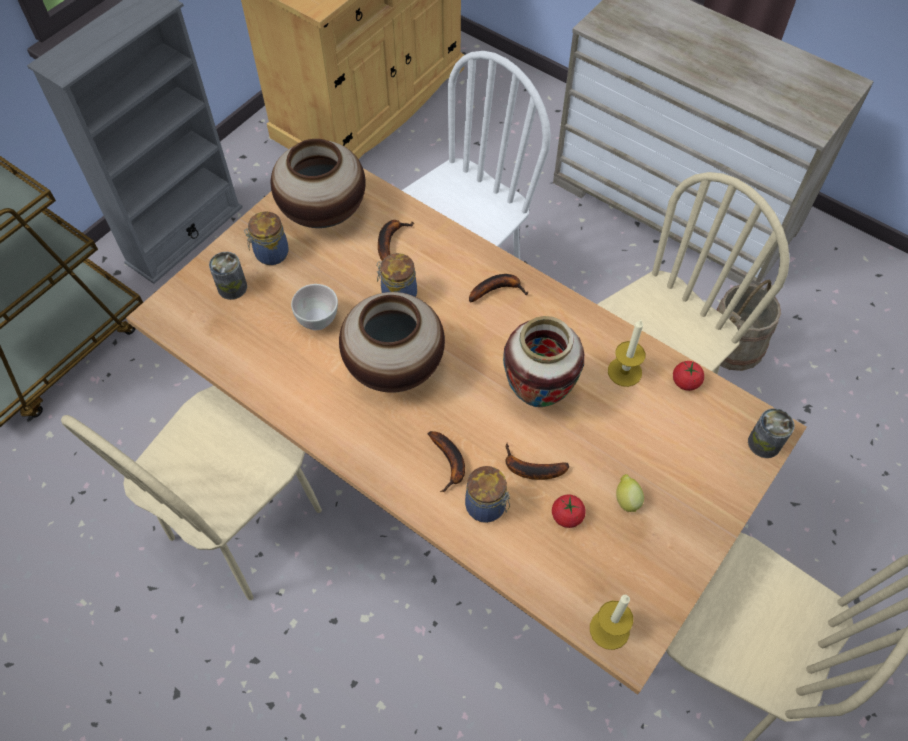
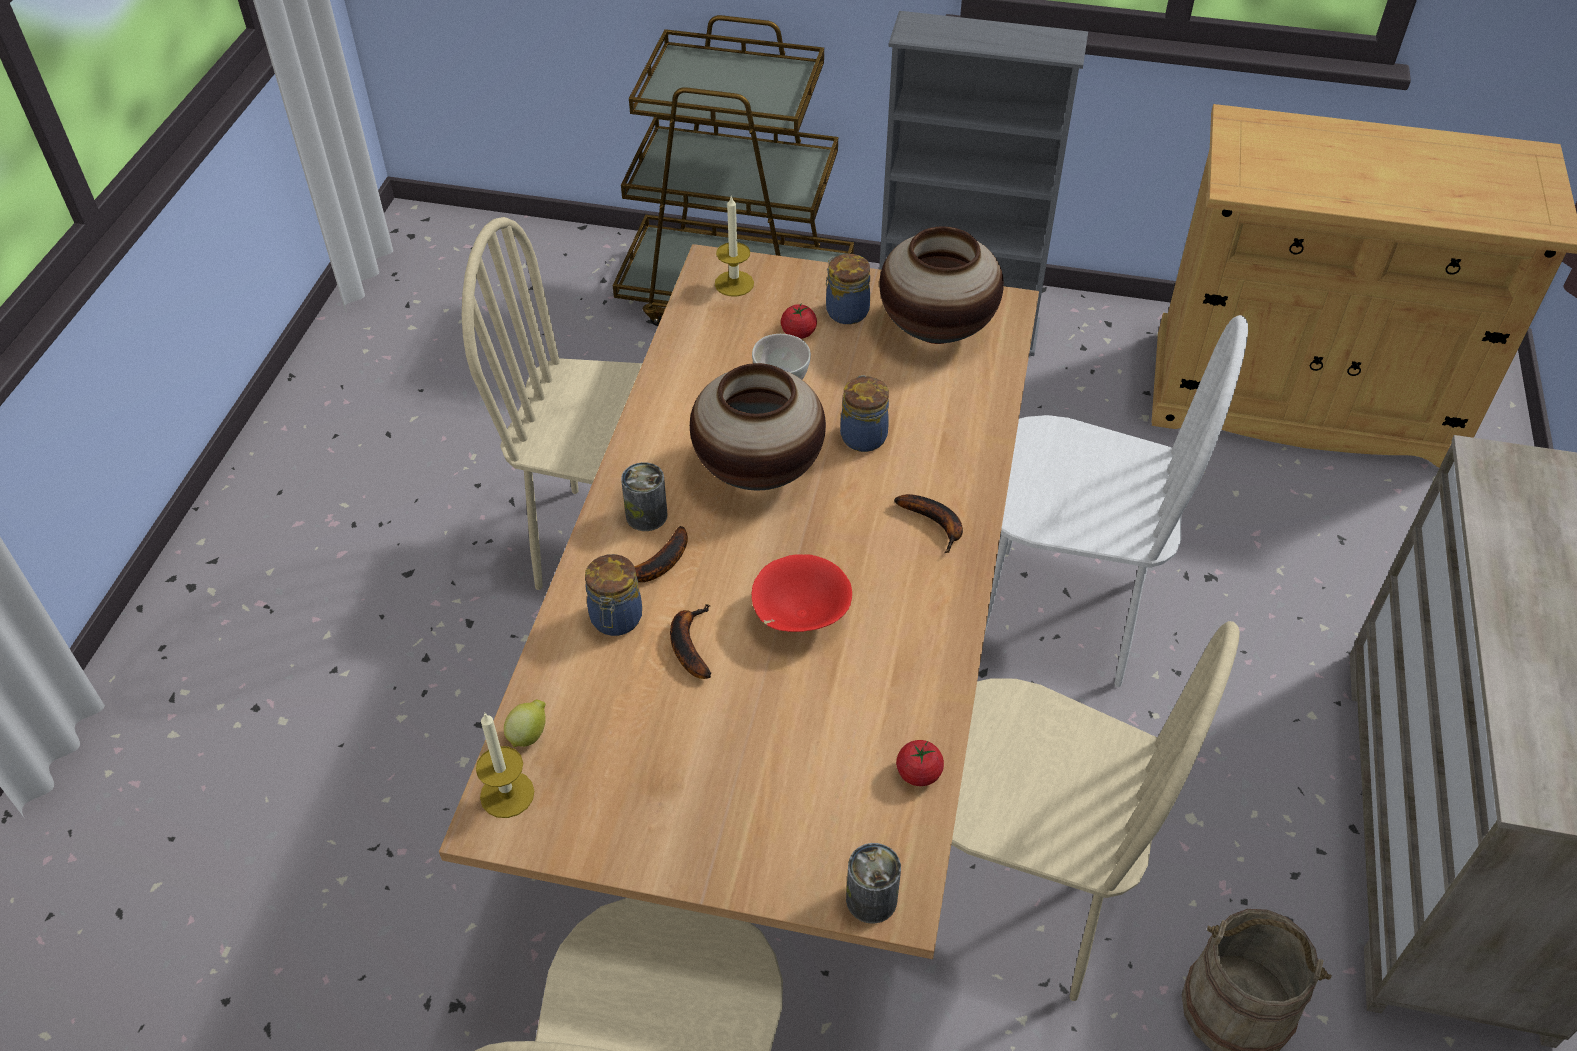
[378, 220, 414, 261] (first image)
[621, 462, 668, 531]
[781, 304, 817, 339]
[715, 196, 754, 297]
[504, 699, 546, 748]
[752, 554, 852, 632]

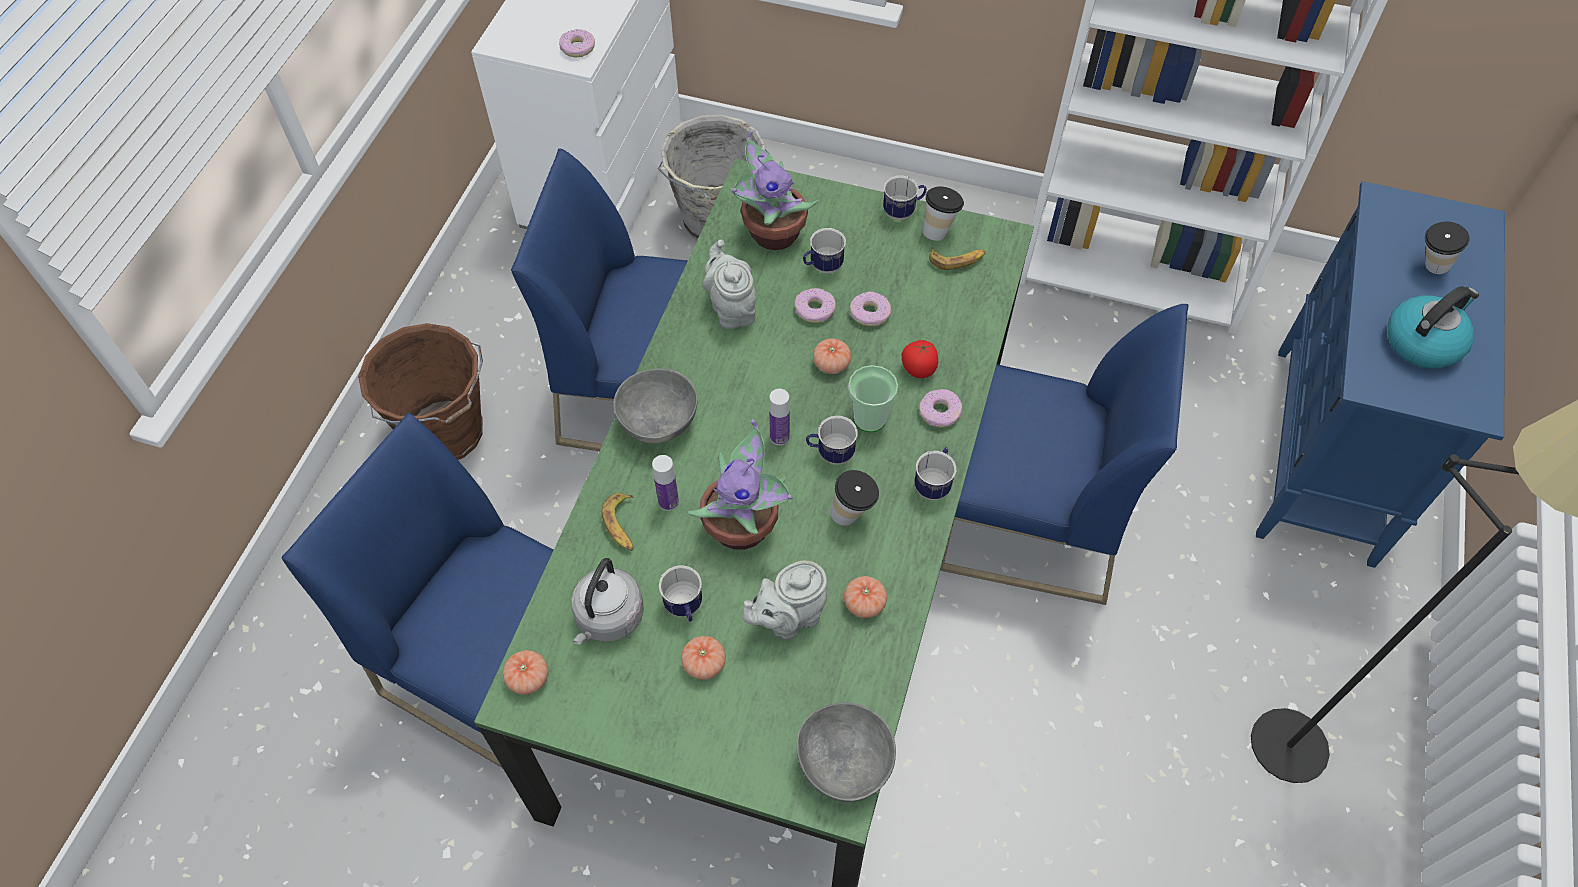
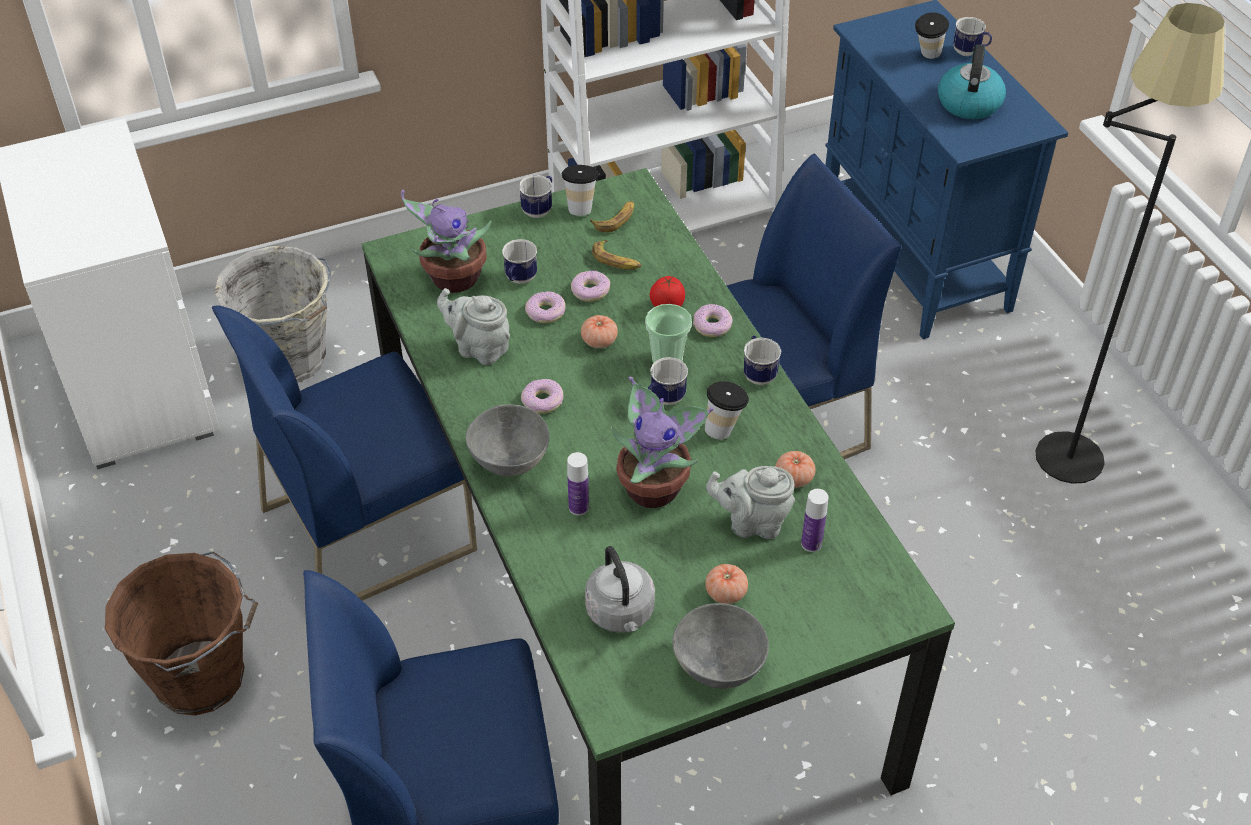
[503, 650, 548, 695] (first image)
[521, 379, 563, 414]
[592, 240, 642, 270]
[953, 17, 992, 56]
[801, 489, 829, 552]
[672, 603, 769, 689]
[706, 466, 795, 539]

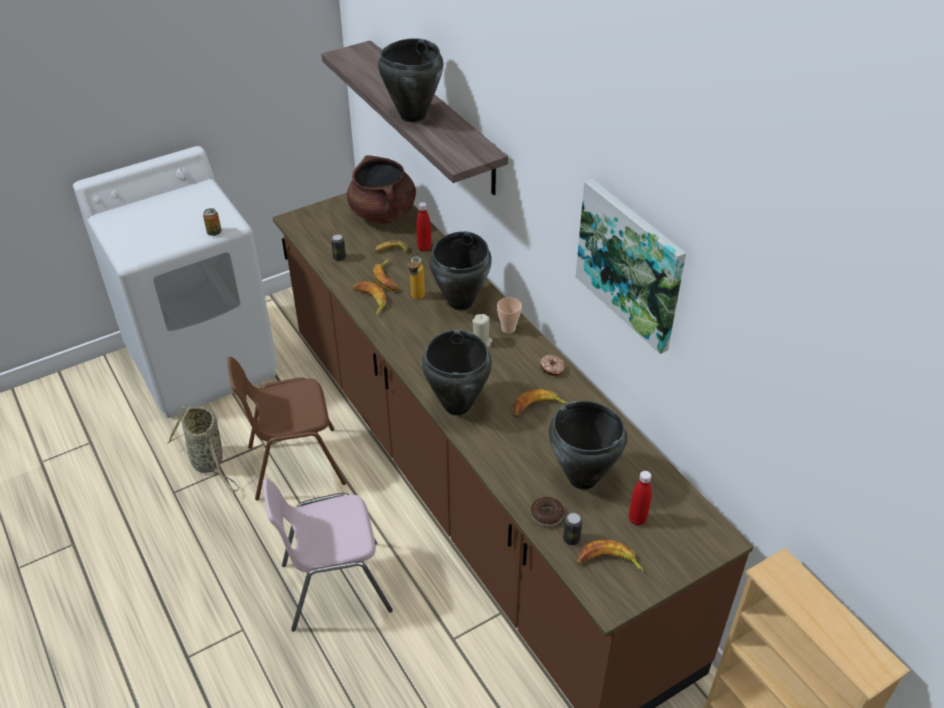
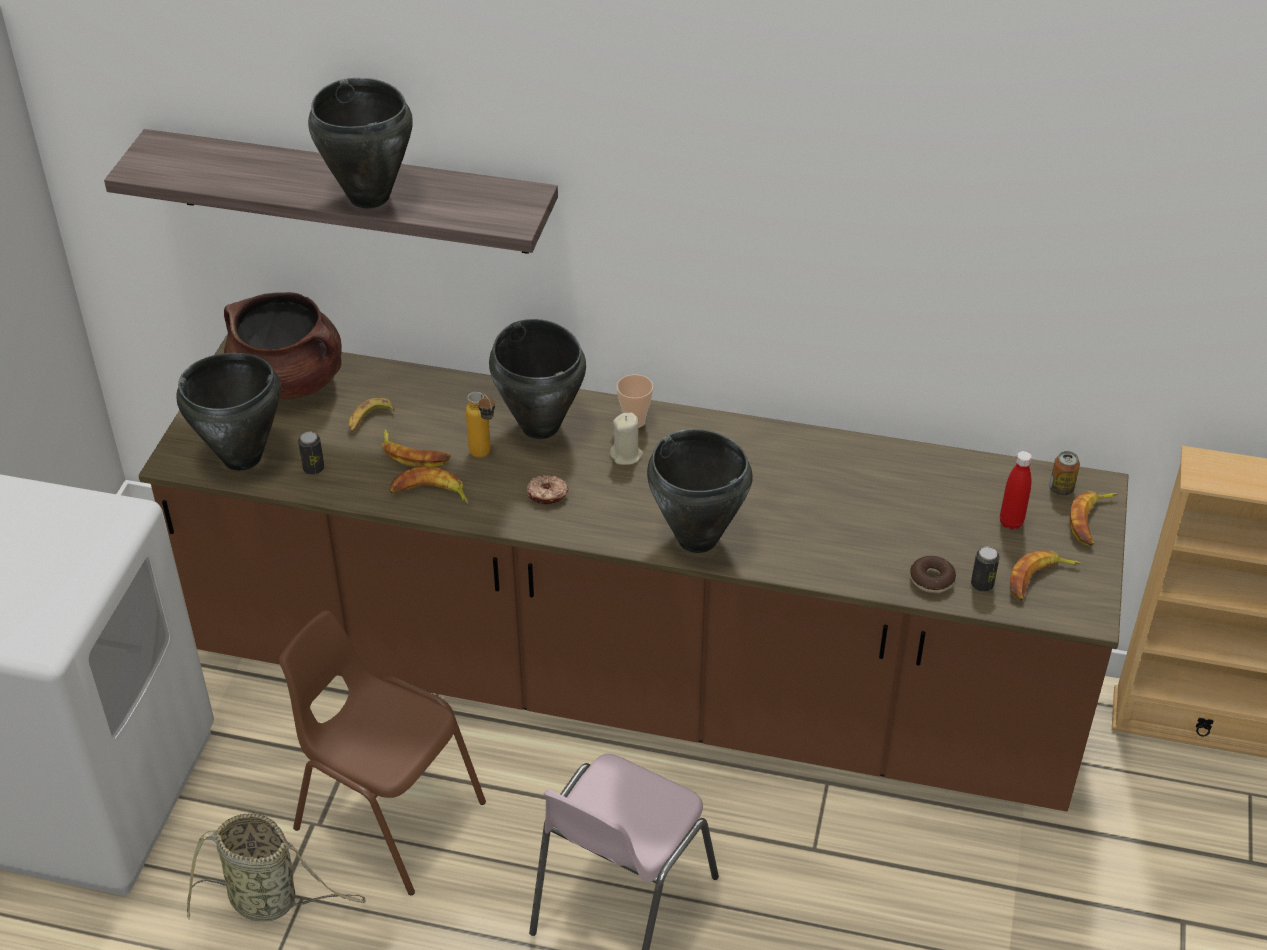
[416, 202, 431, 251] (first image)
[576, 179, 686, 354] (first image)
[1049, 451, 1080, 496]
[1069, 491, 1118, 546]
[527, 475, 568, 504]
[176, 353, 281, 471]
[279, 610, 486, 895]

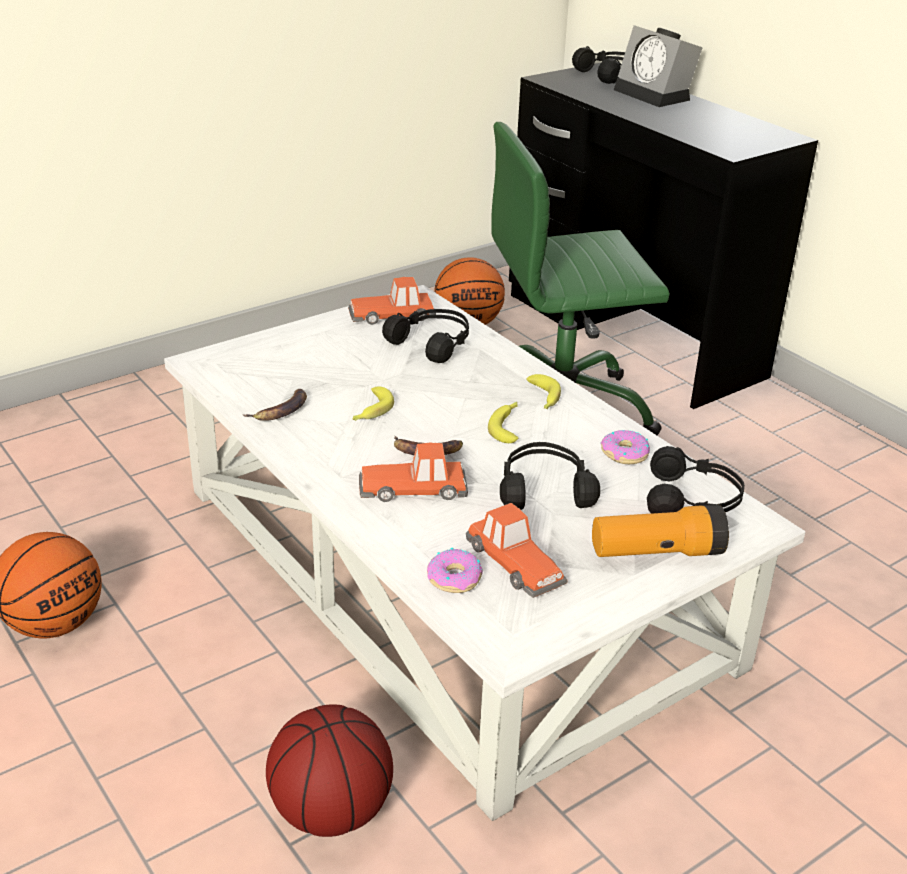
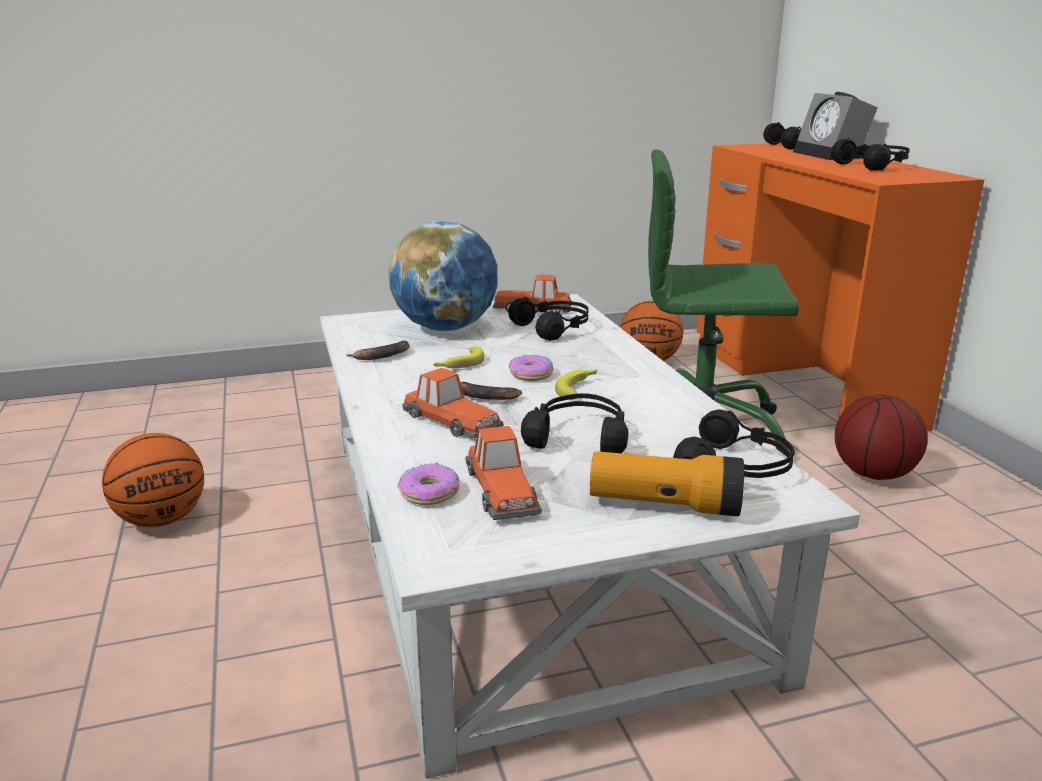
[526, 374, 561, 409] (first image)
[389, 221, 497, 331]
[831, 138, 910, 171]
[835, 394, 928, 480]
[509, 355, 553, 381]
[697, 143, 984, 431]
[402, 368, 504, 439]

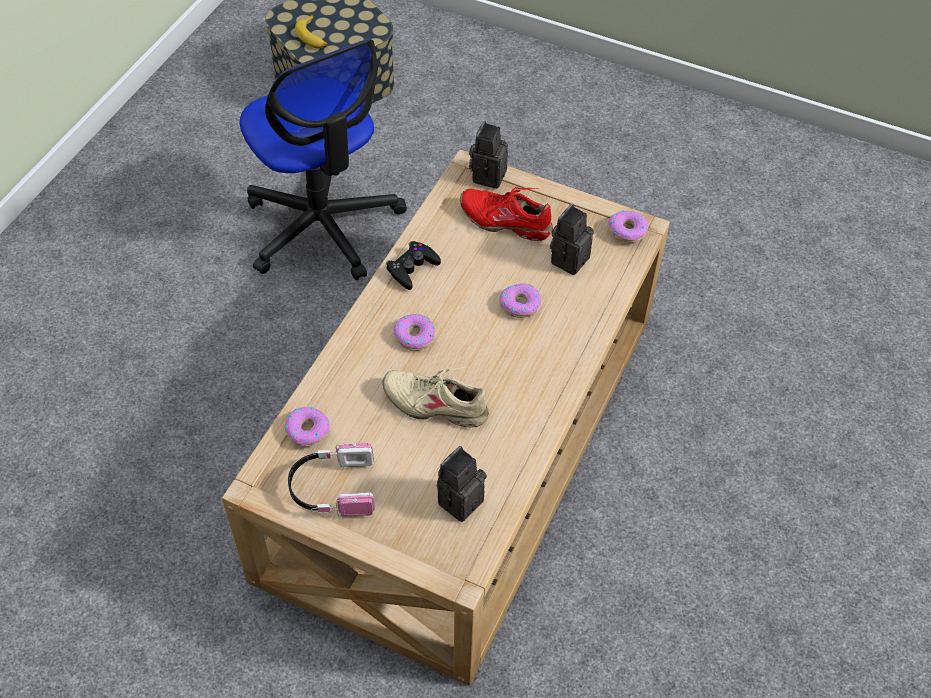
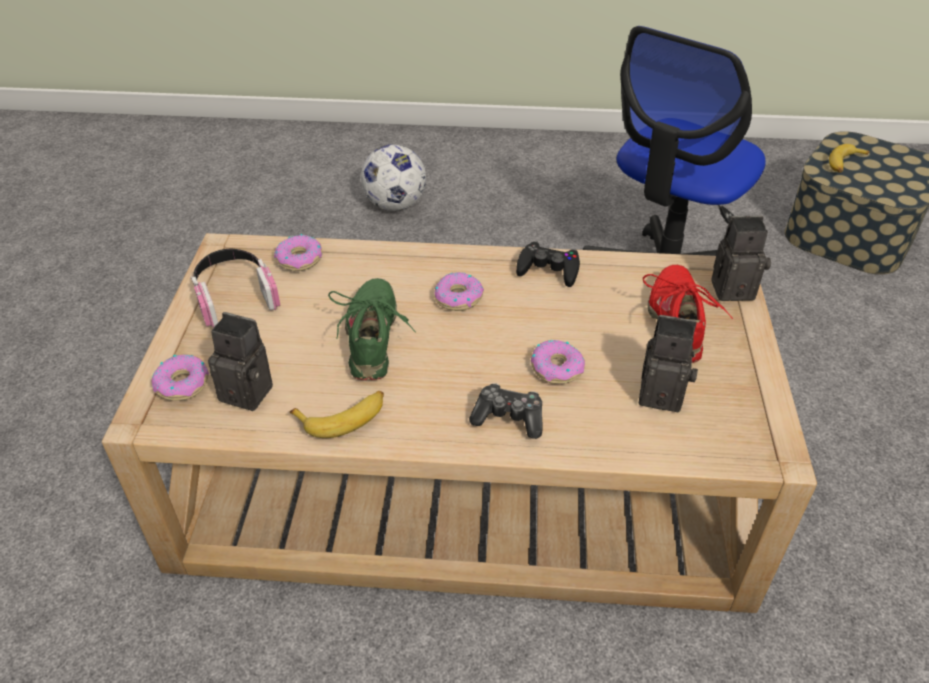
[290, 391, 384, 438]
[361, 144, 426, 211]
[469, 383, 542, 439]
[151, 354, 209, 401]
[328, 278, 415, 380]

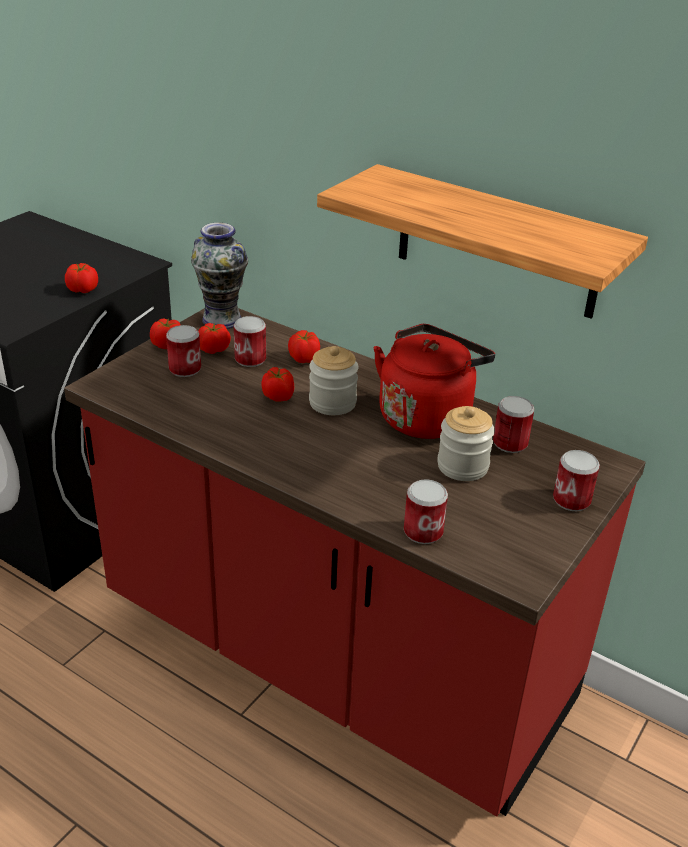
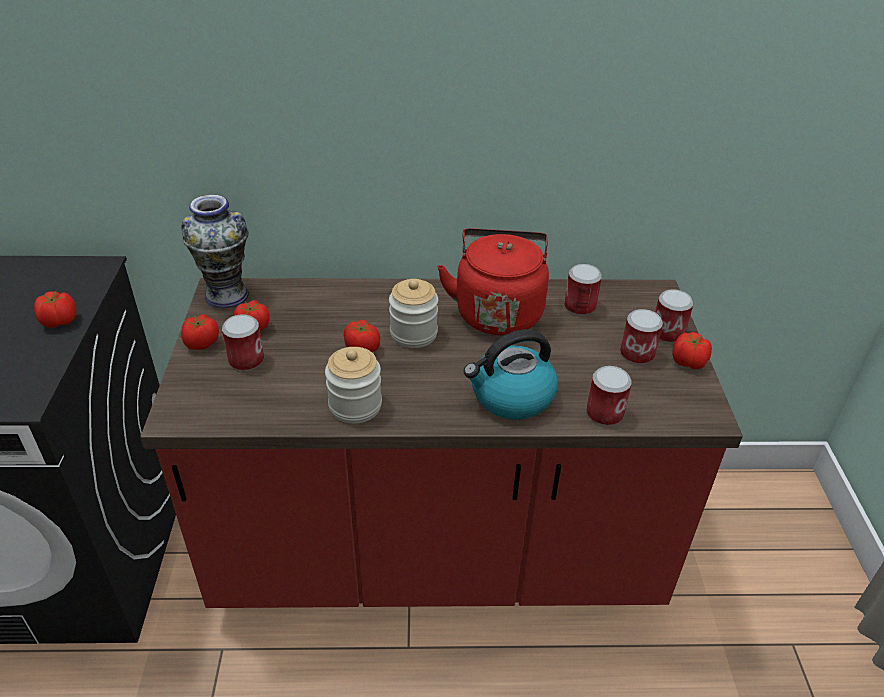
[317, 164, 648, 319] (first image)
[463, 329, 558, 419]
[620, 309, 663, 365]
[672, 332, 712, 369]
[325, 347, 382, 424]

